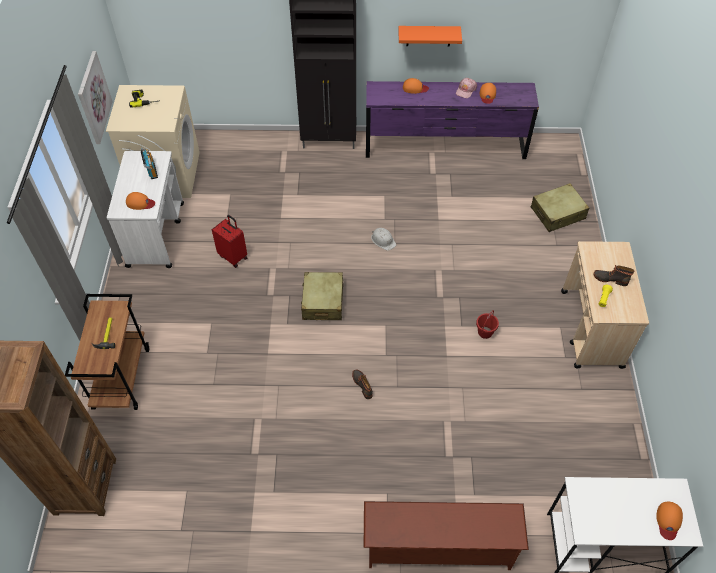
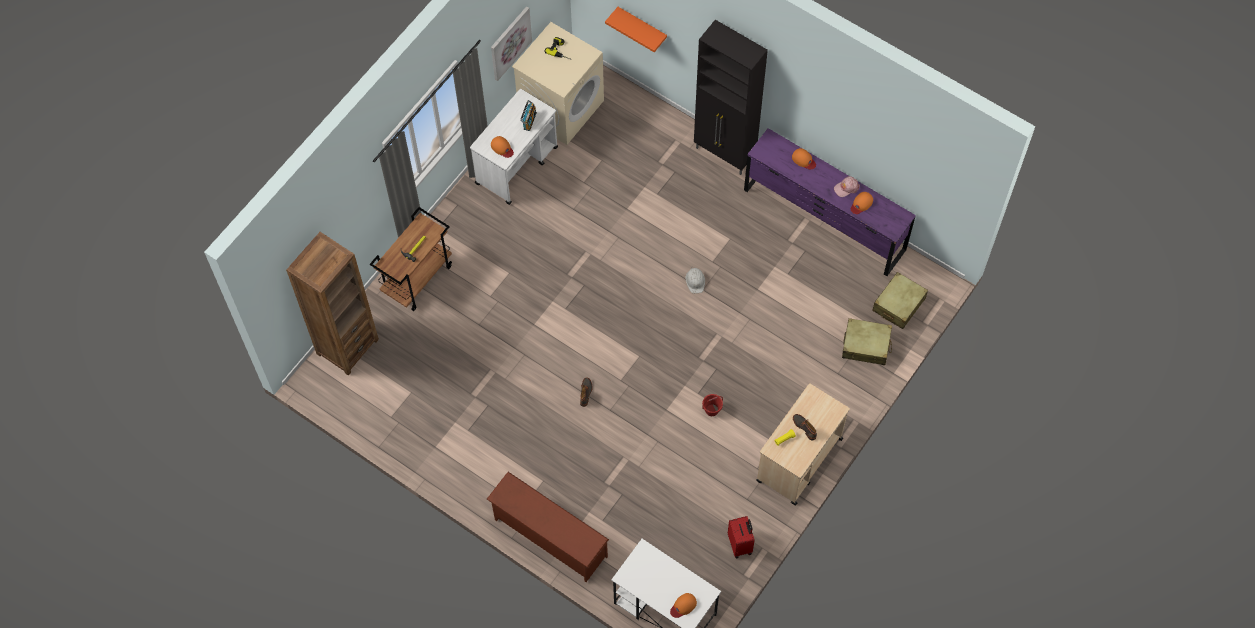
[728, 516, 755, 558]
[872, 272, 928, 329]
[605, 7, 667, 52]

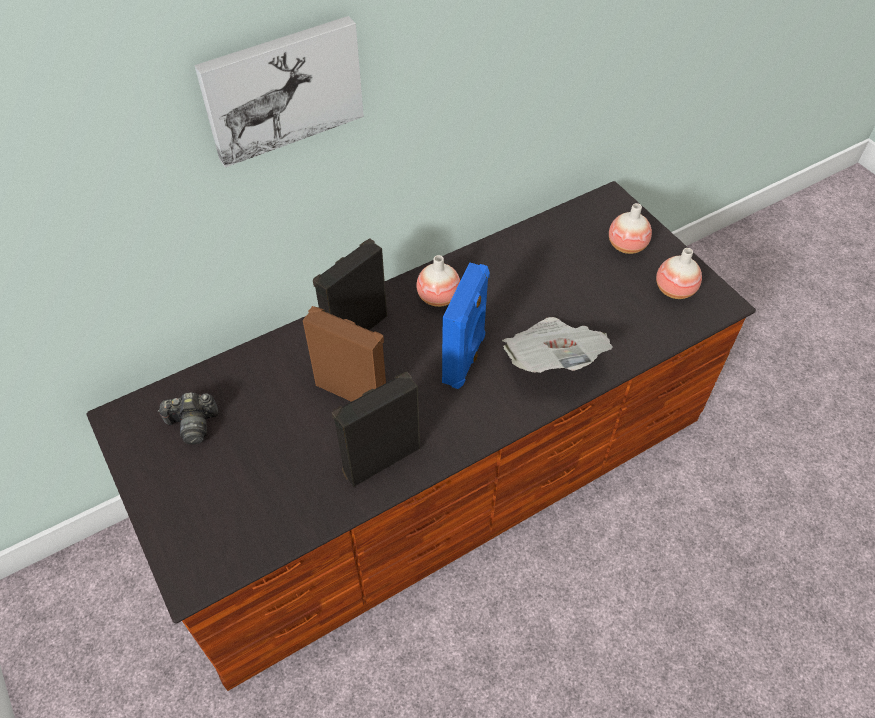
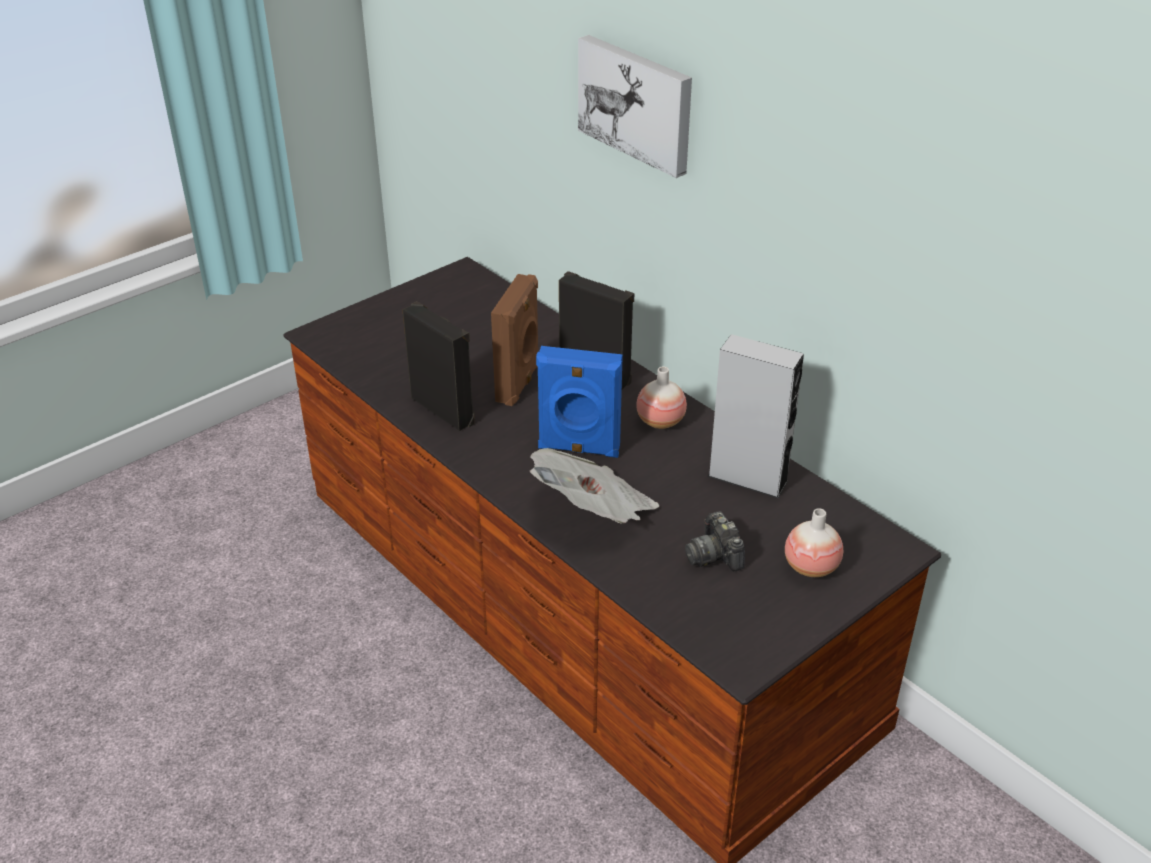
[656, 248, 702, 299] (first image)
[707, 334, 804, 498]
[685, 511, 745, 571]

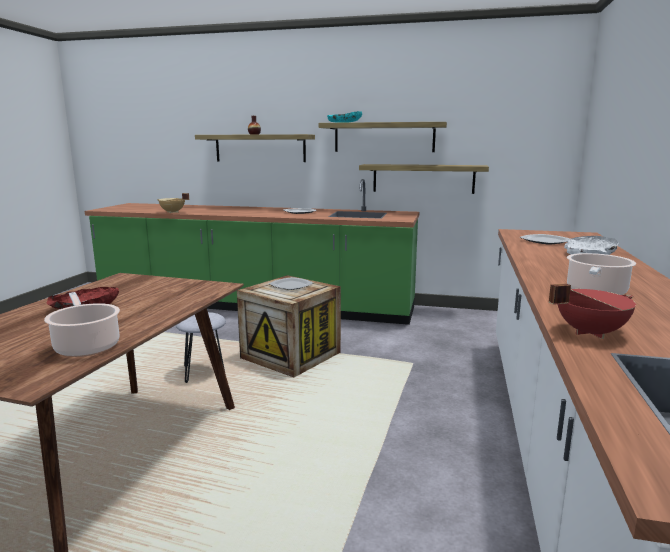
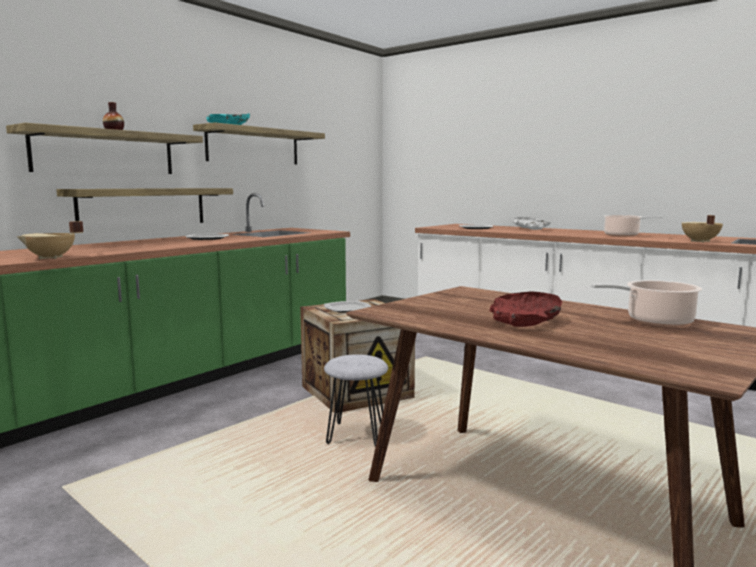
[56, 188, 233, 223]
[682, 215, 723, 242]

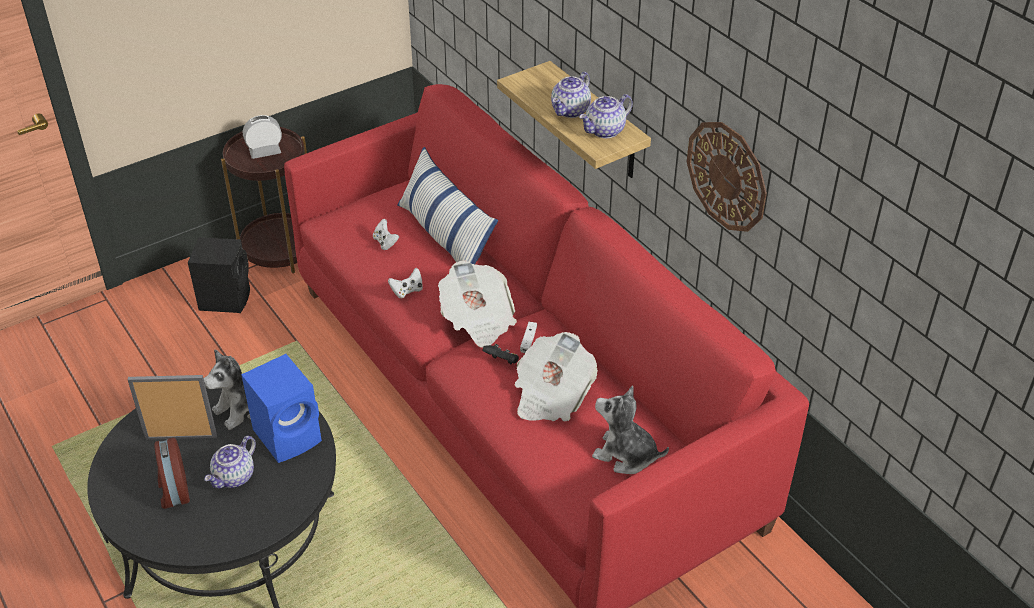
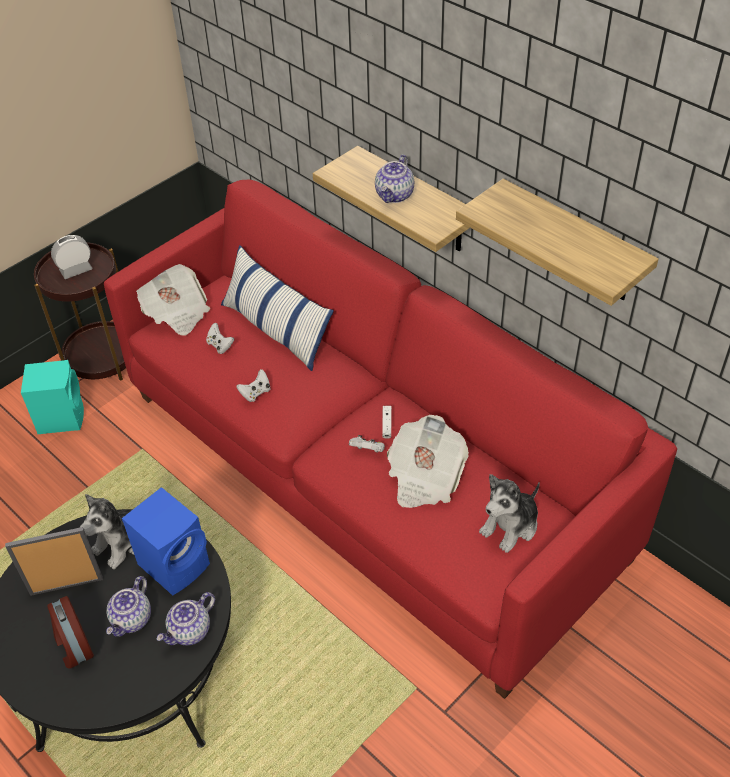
[136, 264, 210, 336]
[157, 592, 215, 645]
[456, 179, 658, 306]
[21, 360, 84, 434]
[349, 435, 385, 453]
[479, 474, 540, 553]

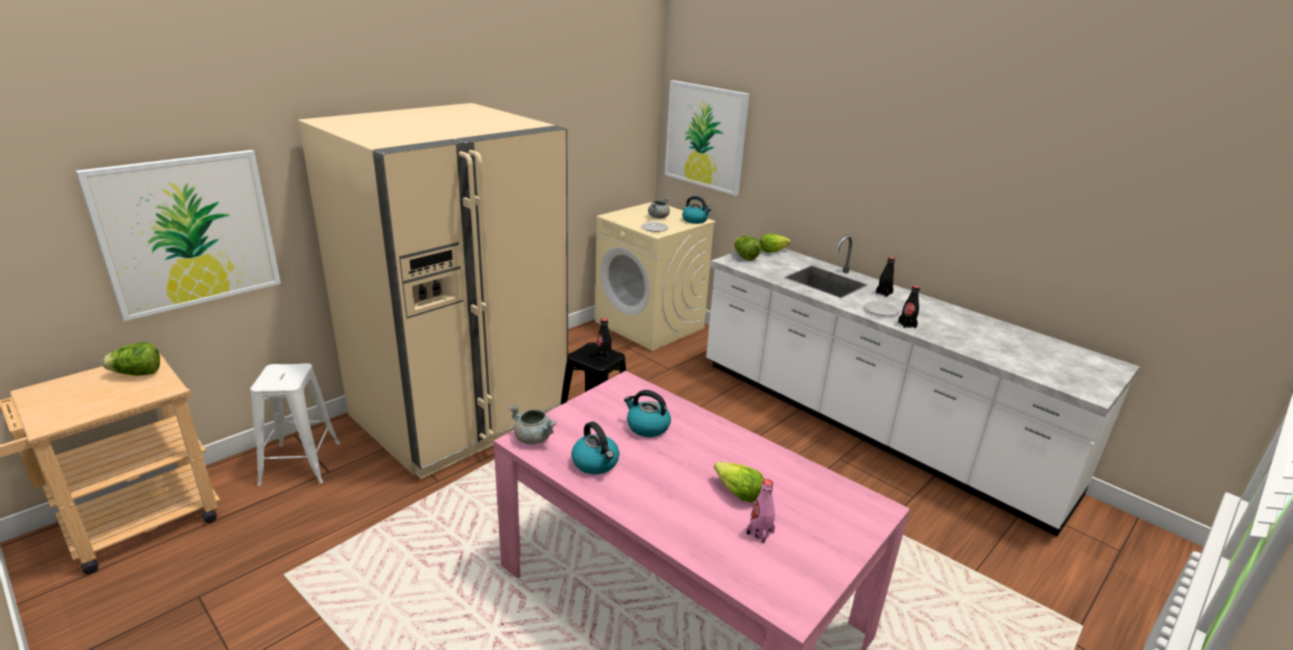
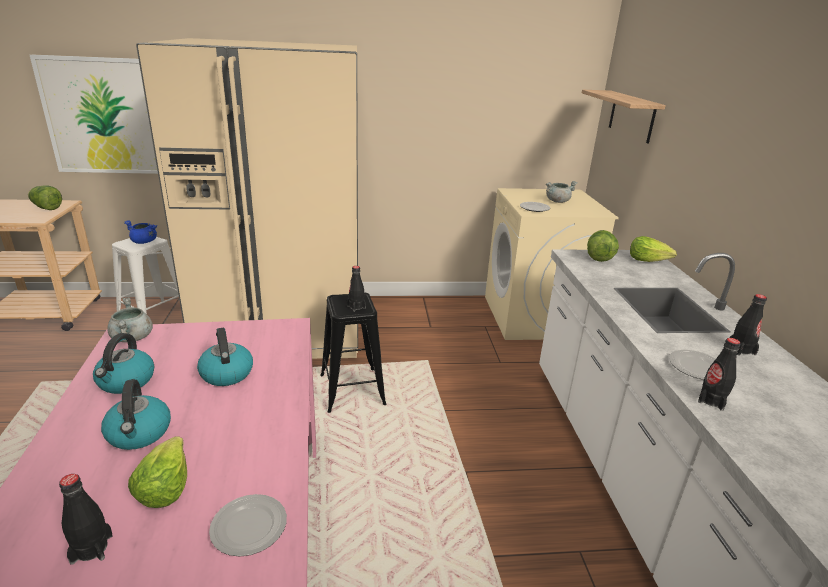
[124, 220, 157, 244]
[209, 494, 287, 557]
[101, 379, 171, 450]
[582, 90, 666, 144]
[59, 474, 113, 565]

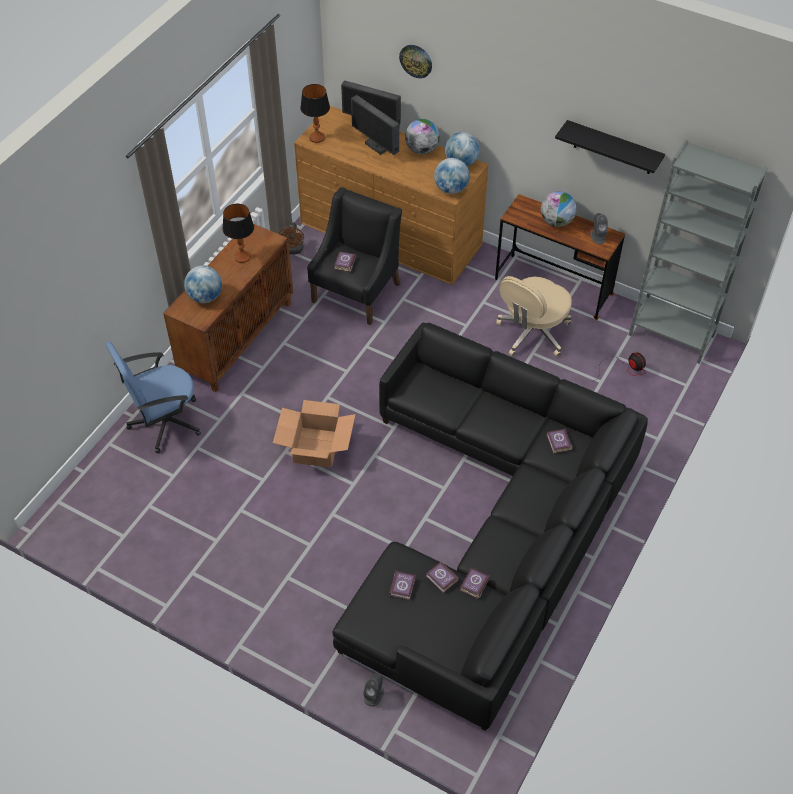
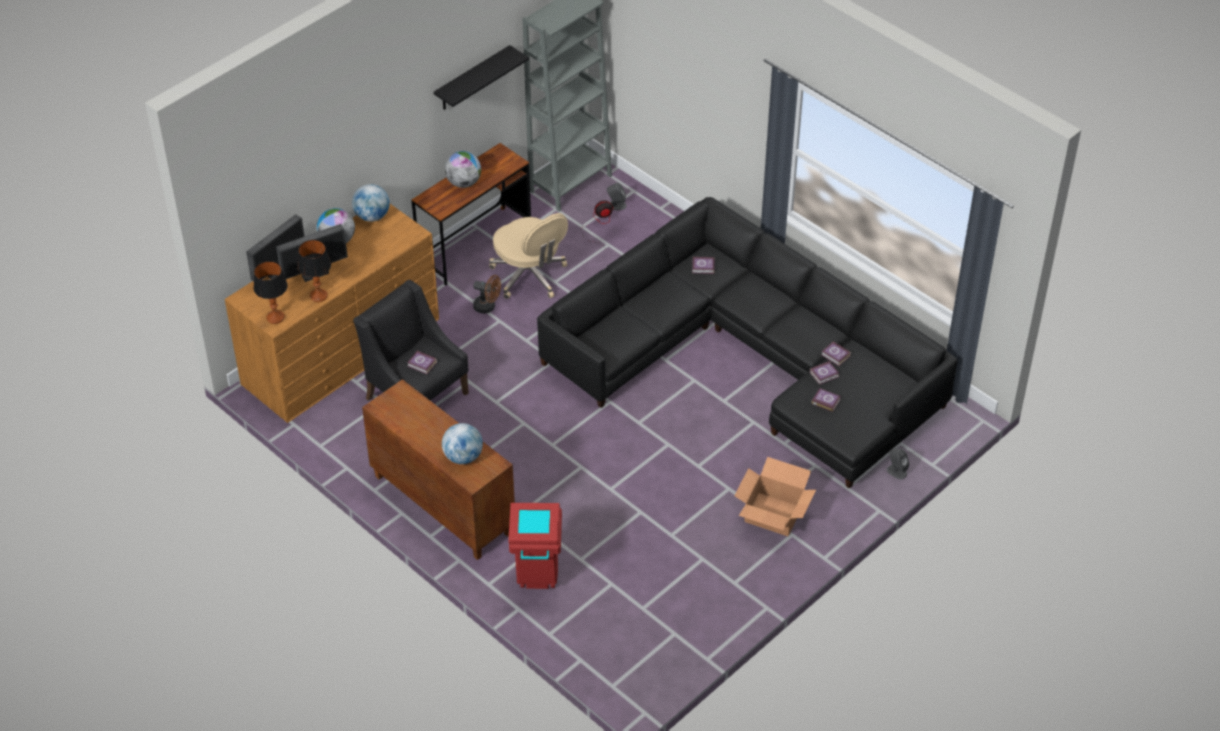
[399, 45, 432, 78] (first image)
[434, 158, 470, 194] (first image)
[297, 240, 331, 302]
[734, 457, 816, 536]
[473, 275, 501, 313]
[607, 183, 626, 210]
[508, 503, 562, 589]

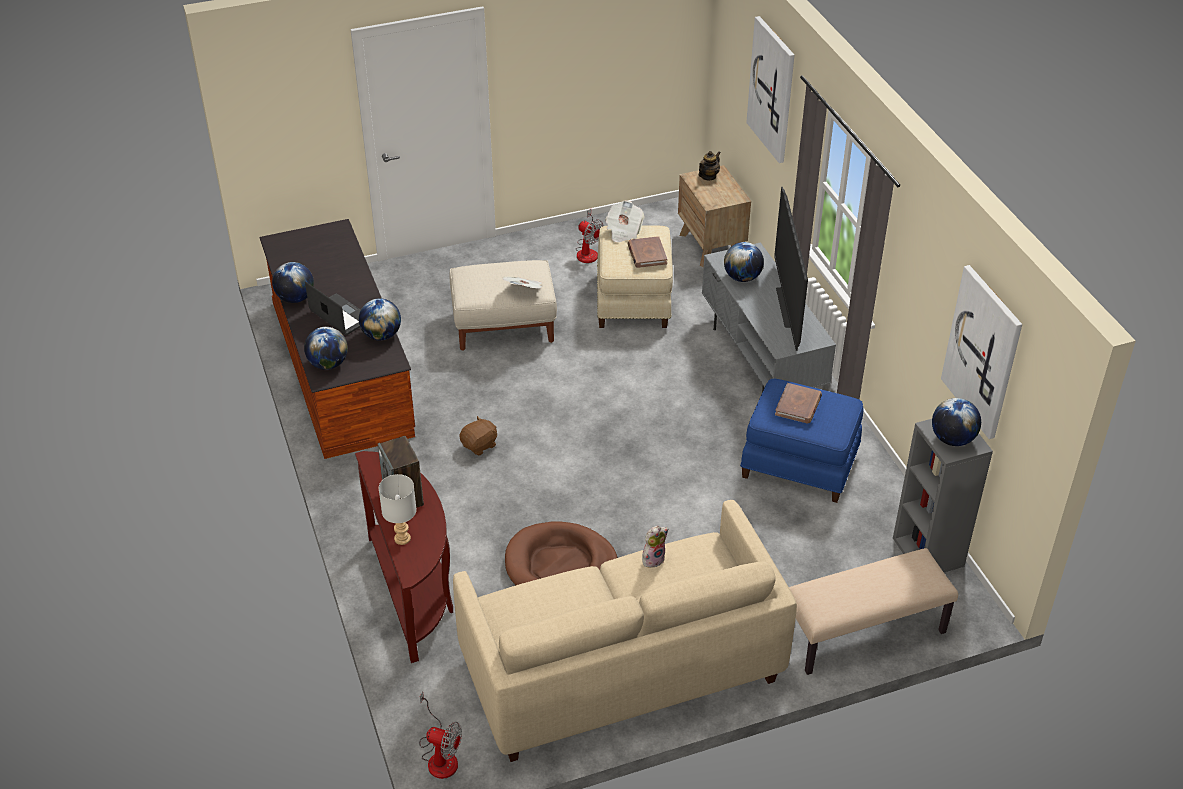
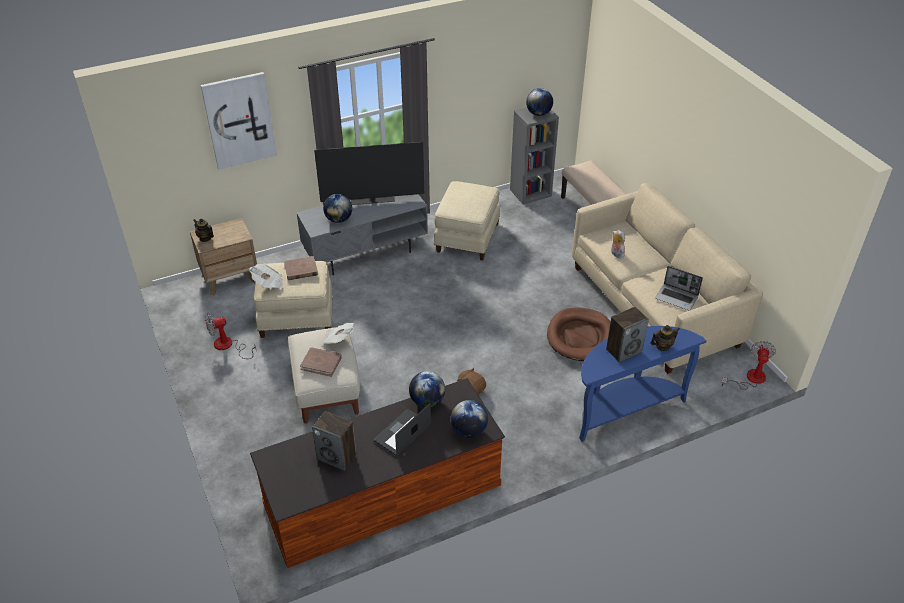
[272, 262, 314, 303] (first image)
[941, 265, 1022, 439] (first image)
[312, 411, 356, 471]
[655, 266, 703, 311]
[300, 347, 342, 377]
[650, 325, 680, 351]
[579, 326, 706, 442]
[434, 181, 500, 260]
[205, 314, 256, 359]

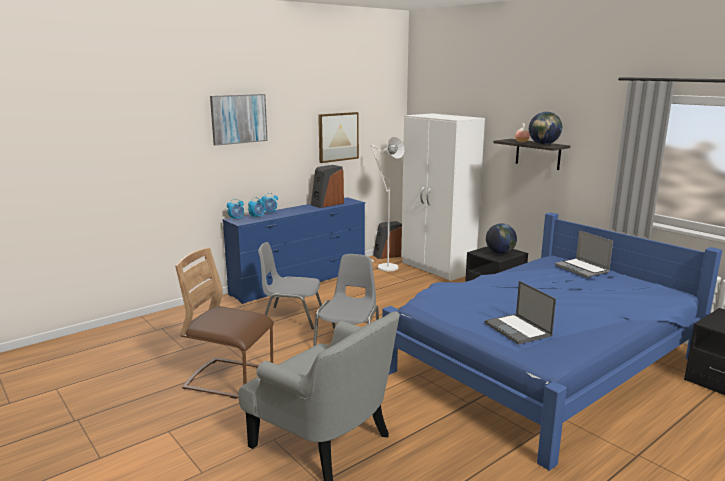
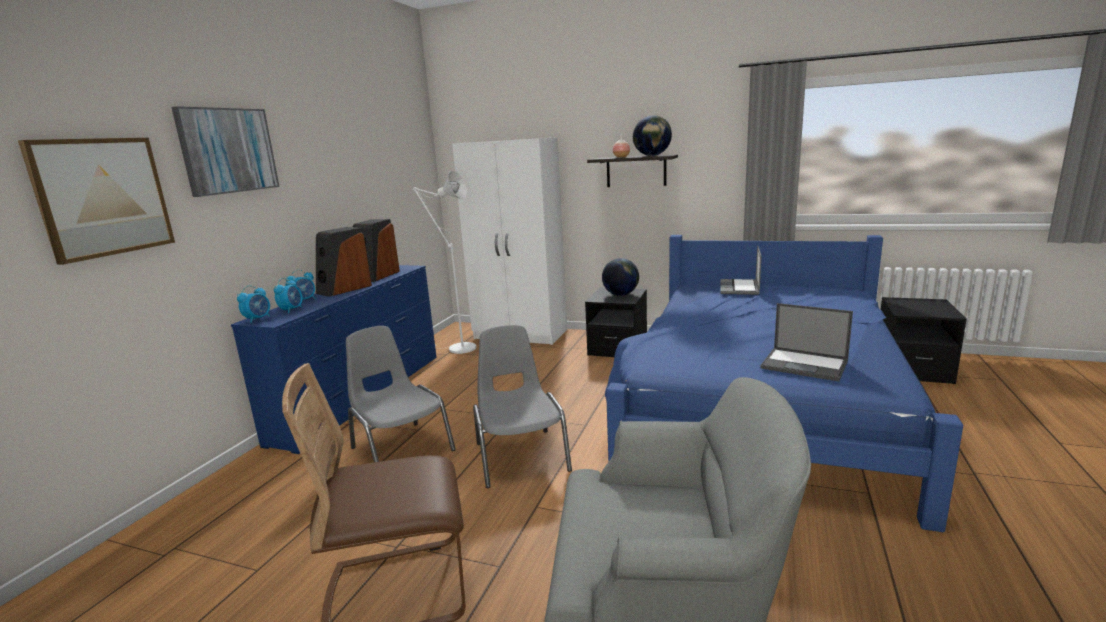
[18, 138, 175, 265]
[316, 227, 372, 297]
[346, 326, 456, 462]
[720, 246, 762, 295]

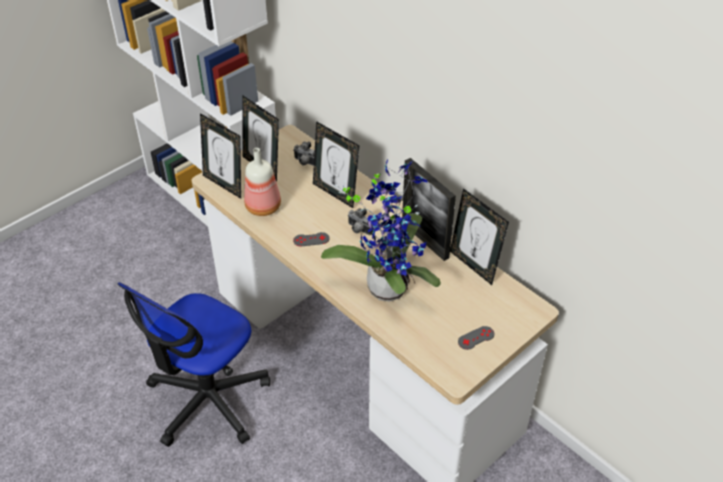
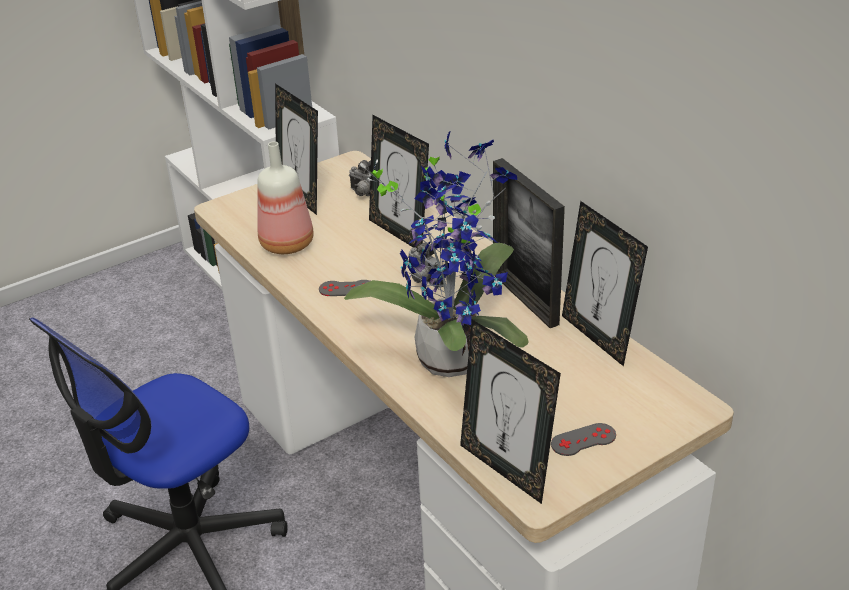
[460, 319, 561, 504]

